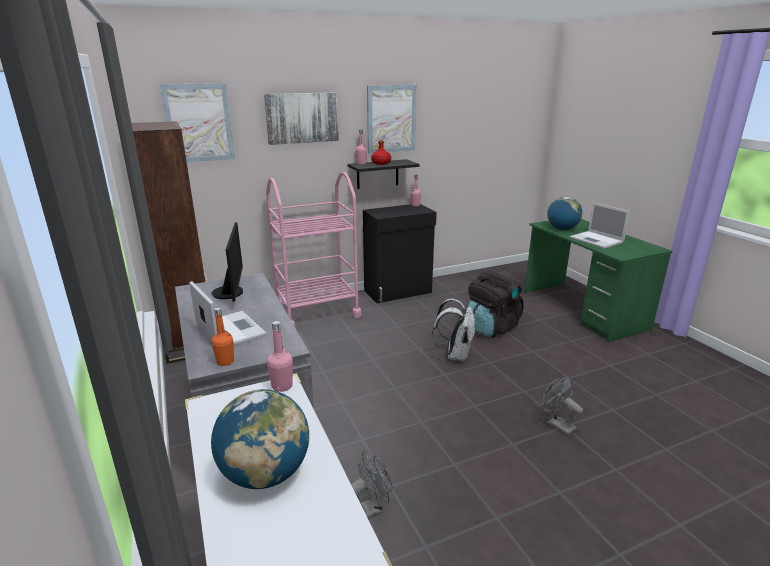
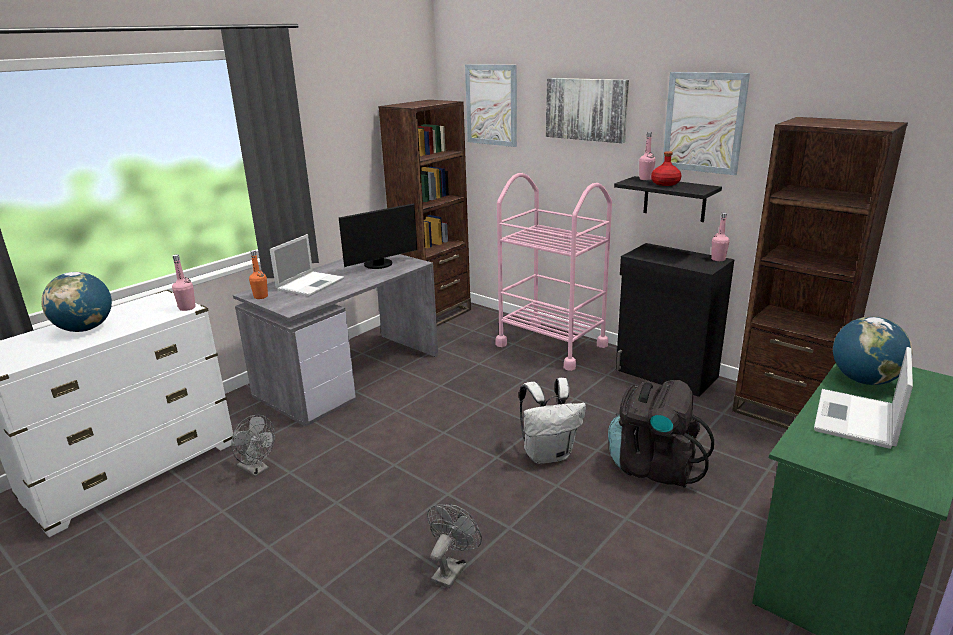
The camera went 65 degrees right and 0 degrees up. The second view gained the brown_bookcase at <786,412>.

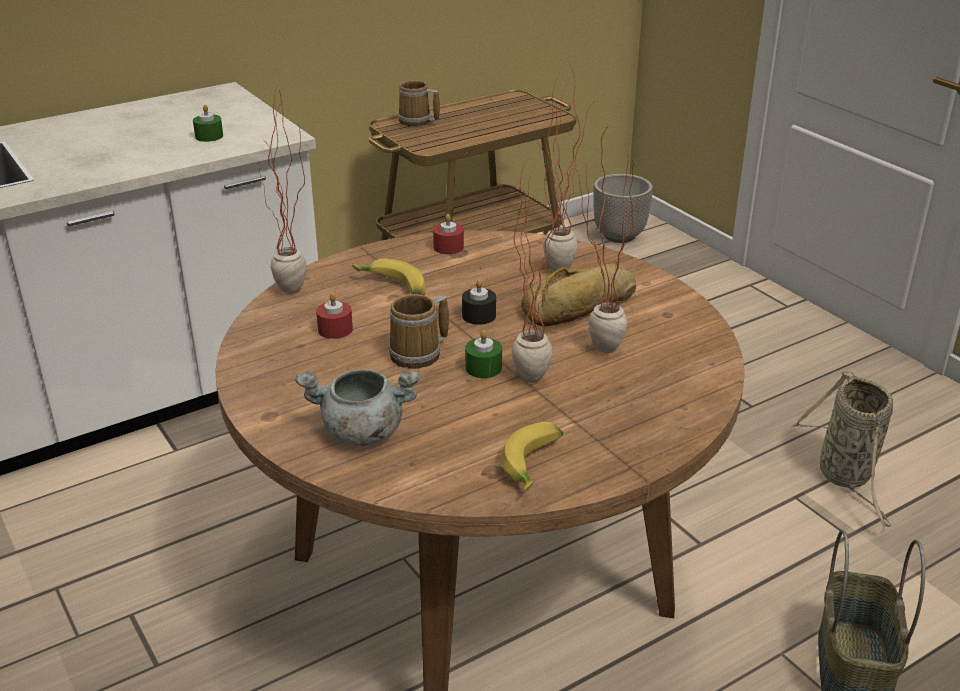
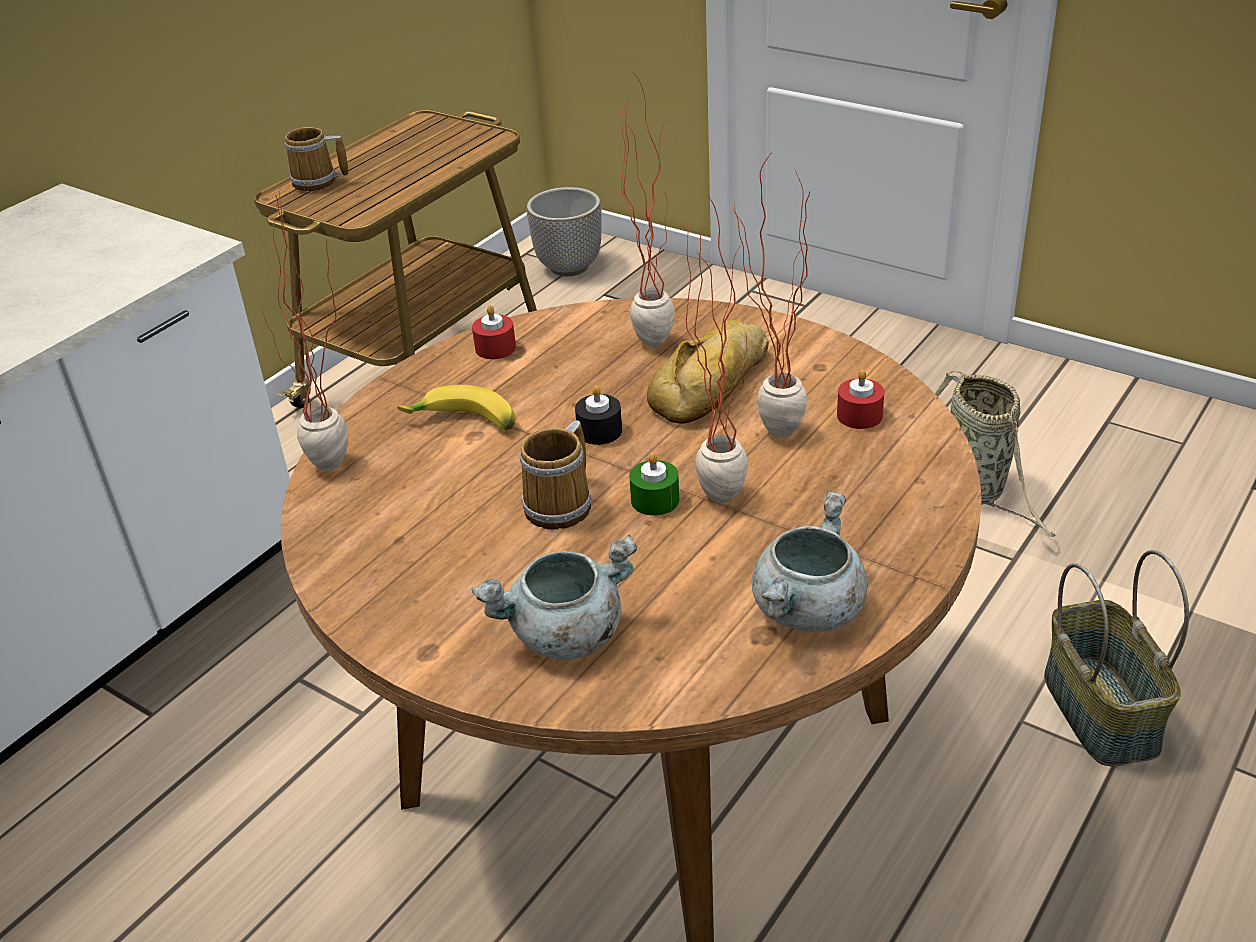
The camera went 20 degrees left and 5 degrees up. Where the banana stood at <535,466>, the grey_cooking_pot came to stand at <809,611>. The red_candle ended up elsewhere, having gone from <335,329> to <859,415>. The second view lost the green_candle at <209,136>.

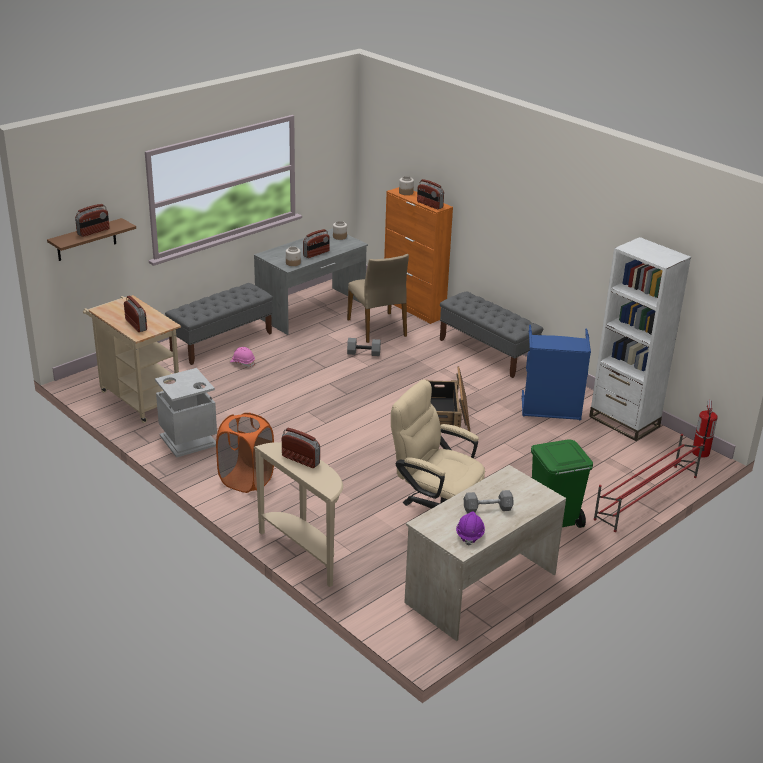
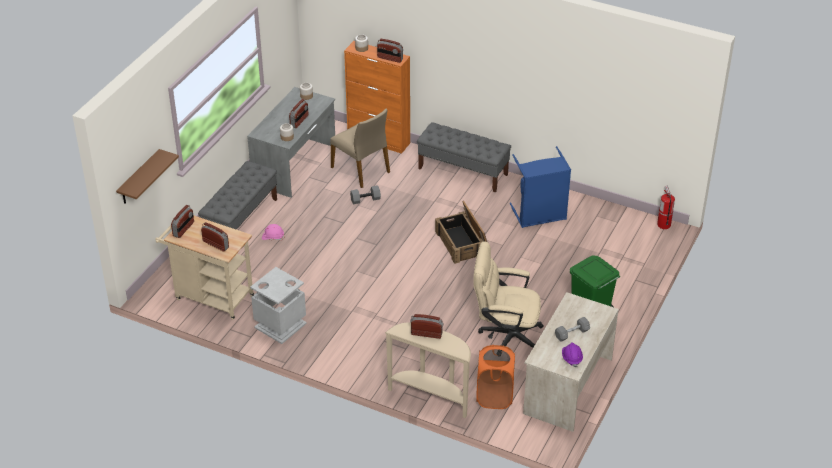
The camera went 20 degrees left and 10 degrees up. The radio ended up elsewhere, having gone from <93,232> to <183,229>. The orange_laundry_basket ended up elsewhere, having gone from <246,480> to <494,397>. The second view lost the white_bookcase at <624,422>. The second view lost the red_shoe_rack at <645,498>.

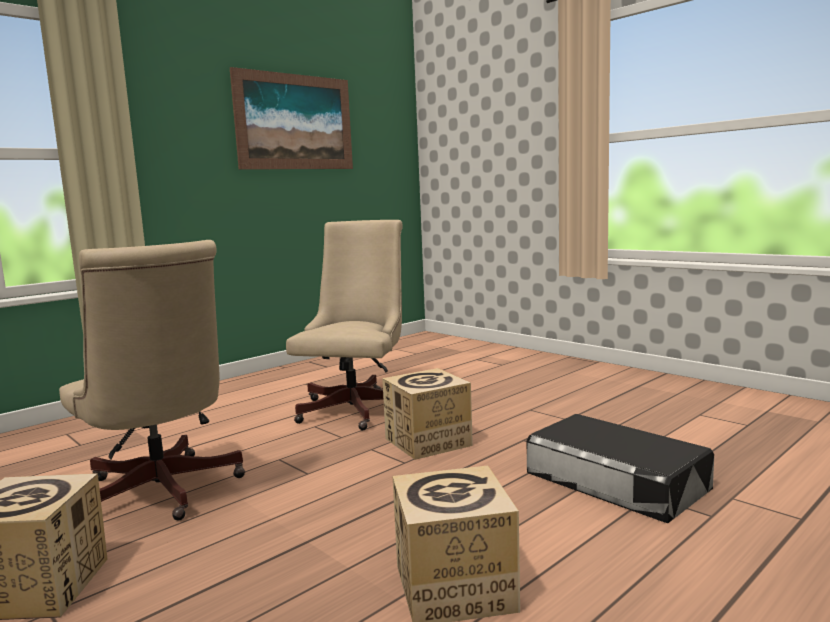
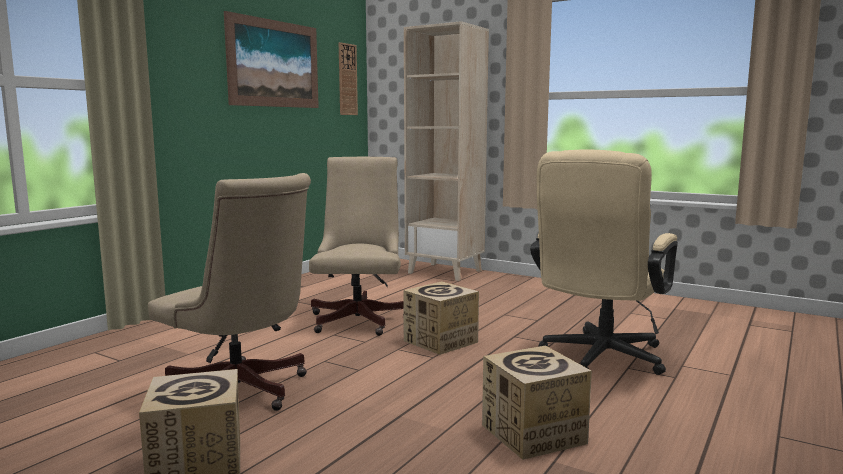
The camera went 15 degrees left and 0 degrees up. The second view gained the wall_clock at <347,79>. The second view gained the beige_bookcase at <445,272>. Where the black_storage_box stood at <615,480>, the beige_office_chair came to stand at <599,359>.

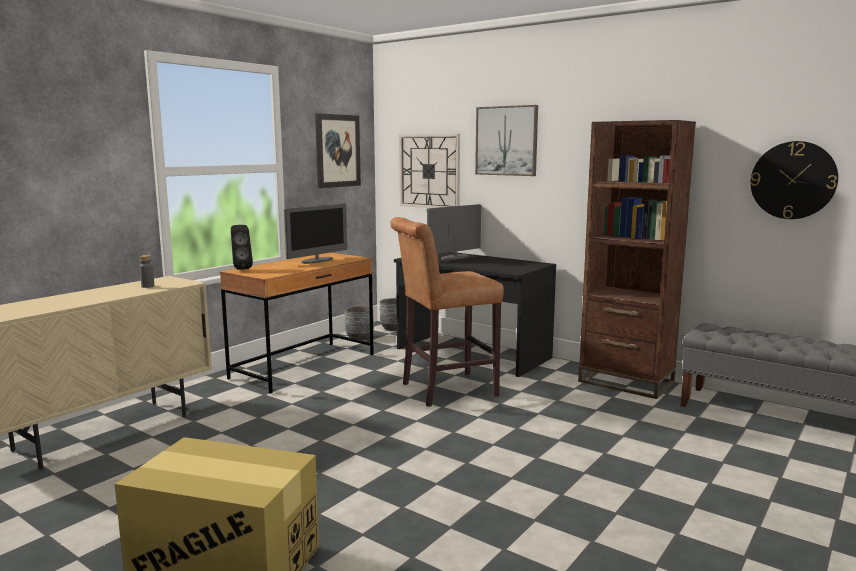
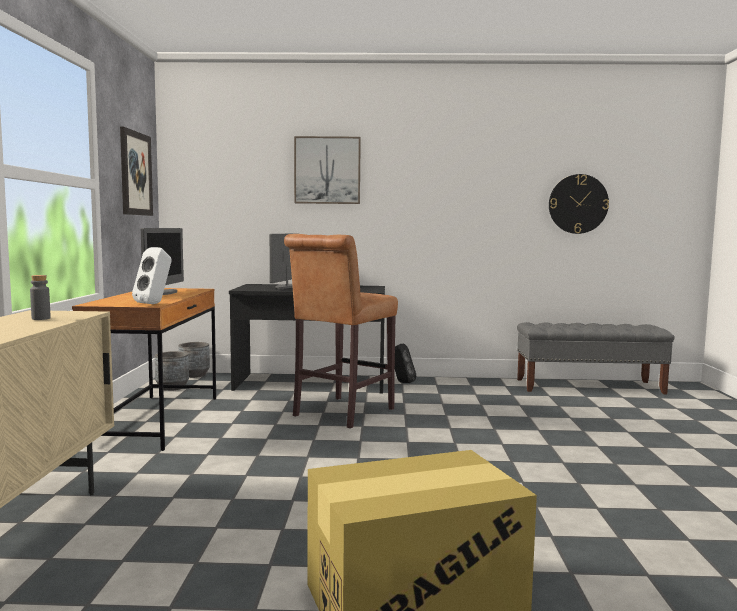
The camera went 35 degrees left and 5 degrees down. The second view gained the white_speaker at <155,303>. The black_speaker ended up elsewhere, having gone from <241,269> to <401,382>. The second view lost the wall_clock at <429,171>. The second view lost the brown_bookcase at <626,382>.

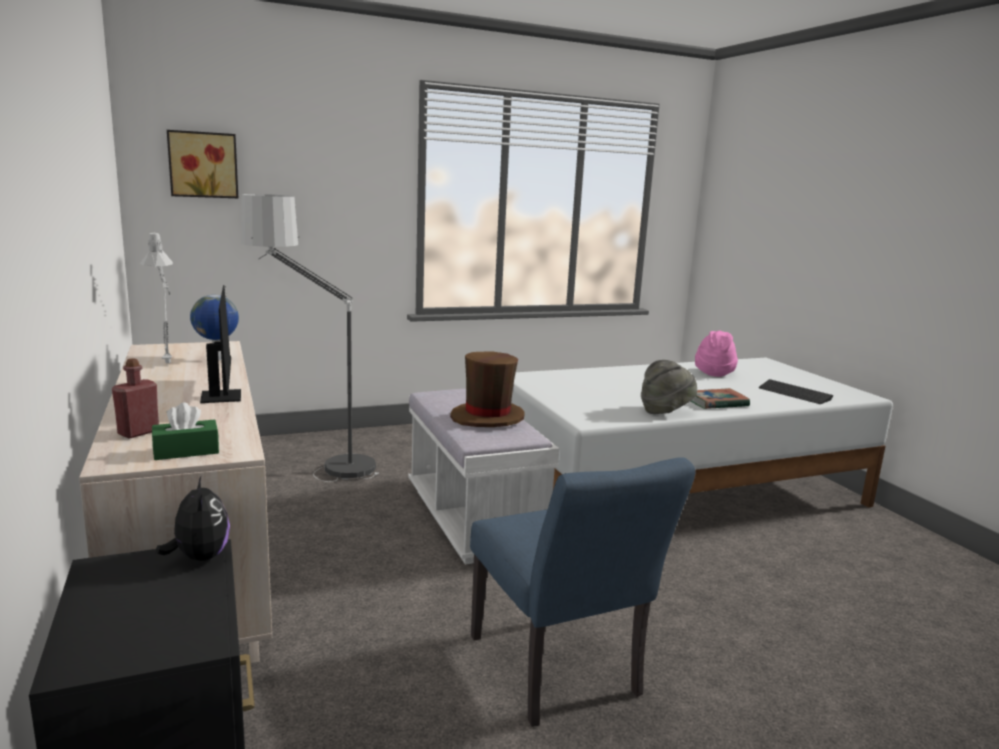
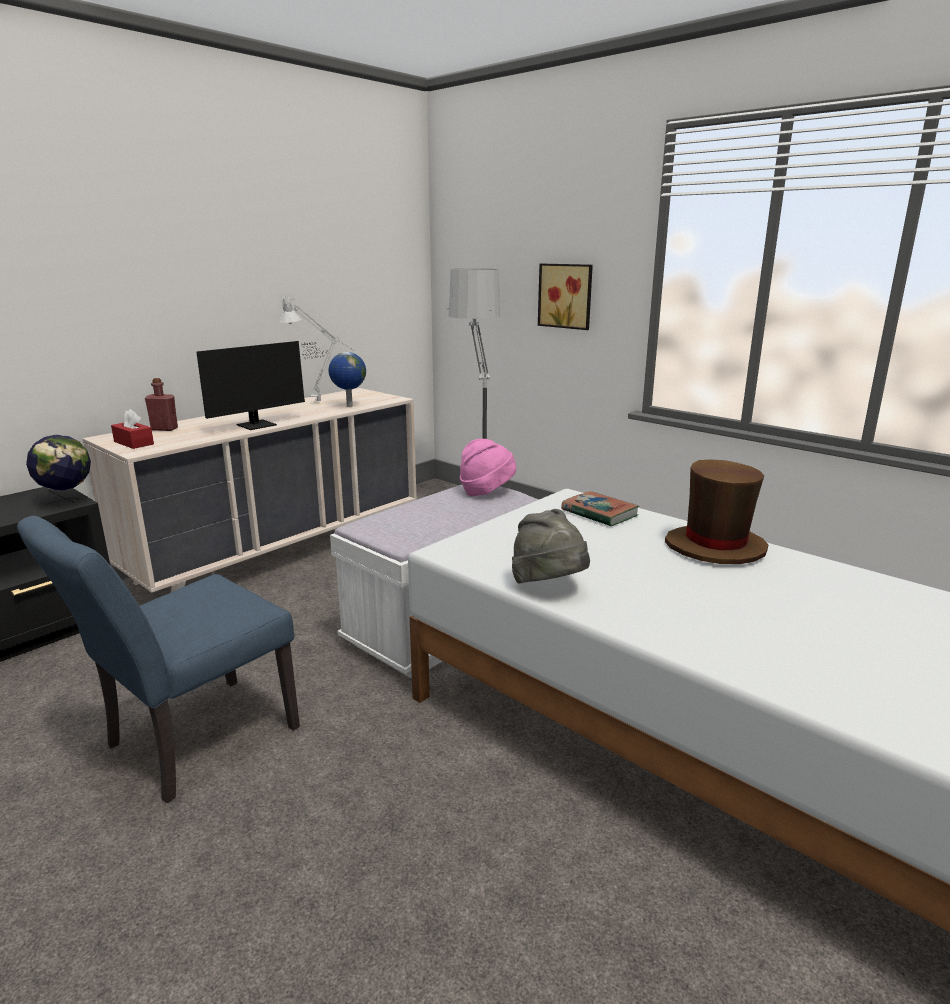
The camera went 65 degrees right and 5 degrees up. Where the plush_toy stood at <199,557>, the globe came to stand at <68,503>. What was the green_tissue_box at <186,451> turned into the red_tissue_box at <133,443>. The pink_hat ended up elsewhere, having gone from <714,372> to <487,492>. The picture ended up elsewhere, having gone from <203,165> to <566,296>. The book ended up elsewhere, having gone from <717,403> to <599,513>. The brown_hat ended up elsewhere, having gone from <487,417> to <714,547>. The second view lost the keyboard at <794,393>.

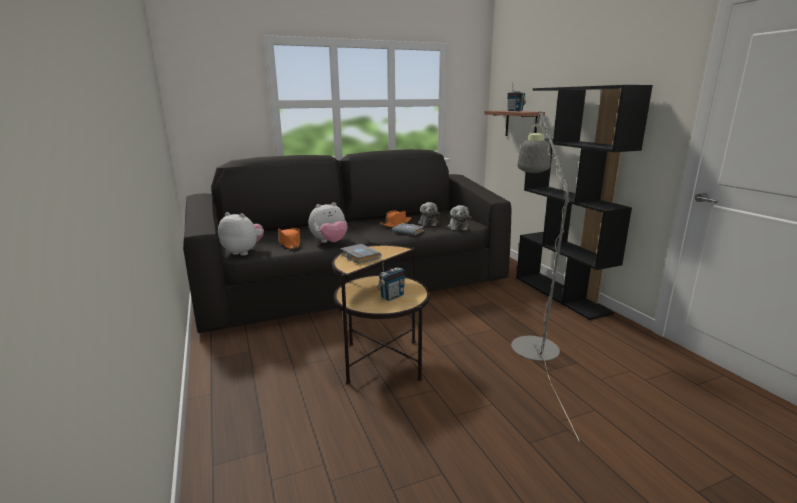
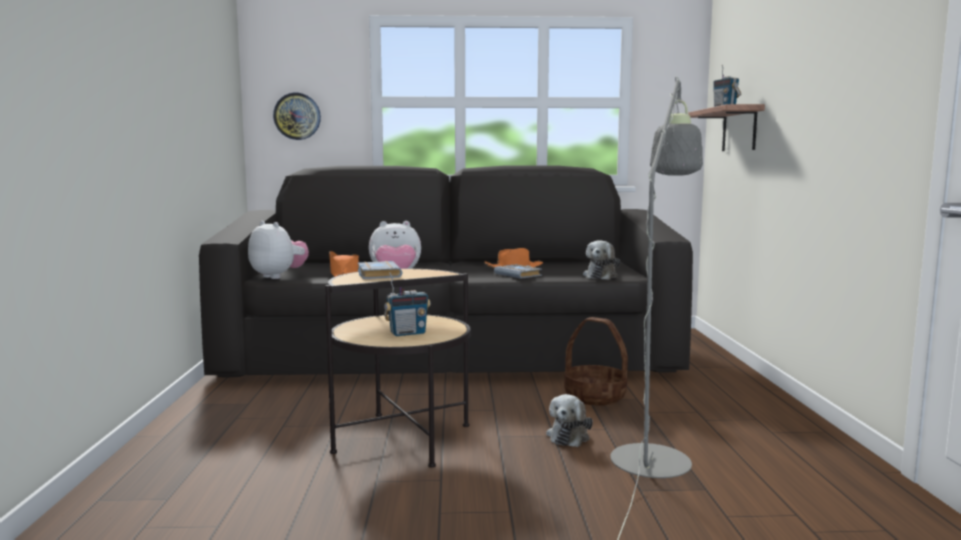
The camera went 20 degrees right and 10 degrees down. The second view gained the wall_clock at <297,116>. The plush_toy ended up elsewhere, having gone from <428,223> to <569,436>. The second view gained the basket at <595,396>. The second view lost the black_bookcase at <561,294>.

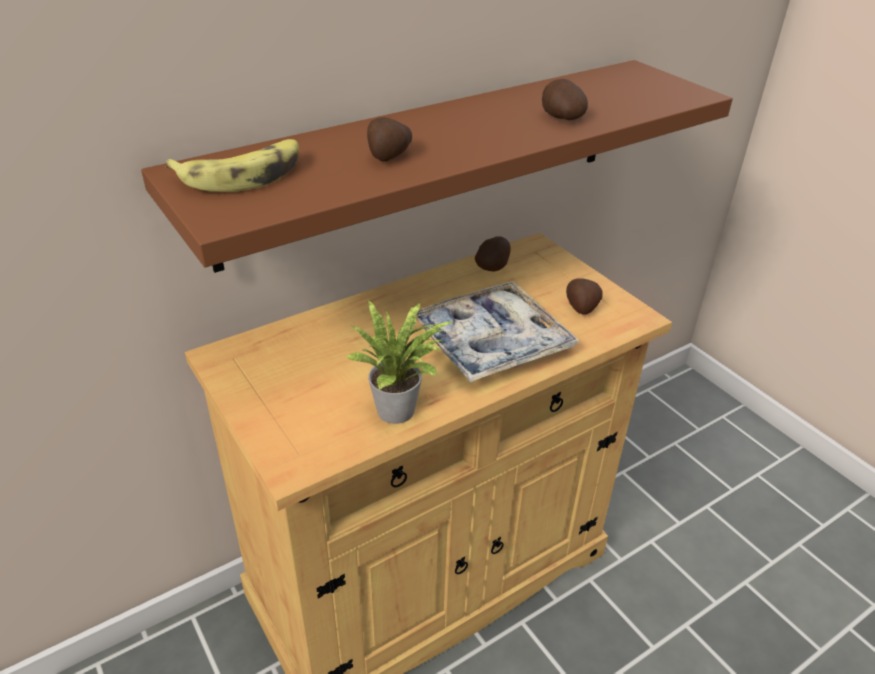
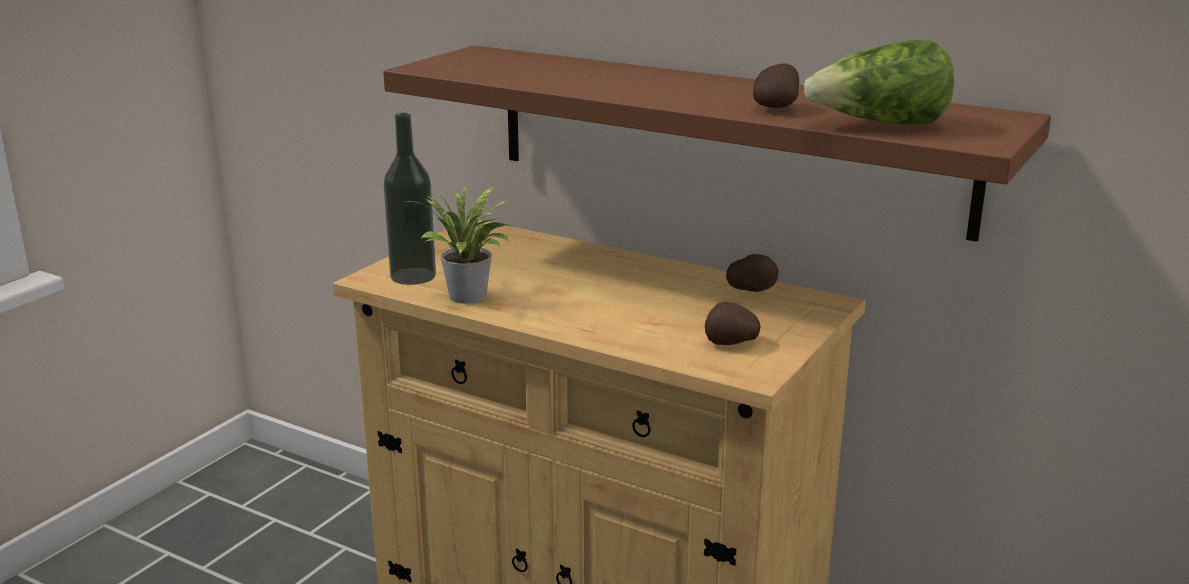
The camera went 65 degrees right and 15 degrees down. The second view gained the bottle at <413,276>. The second view gained the lettuce at <880,125>. The second view lost the banana at <243,175>. The second view lost the potato at <388,157>. The second view lost the tray at <491,342>.

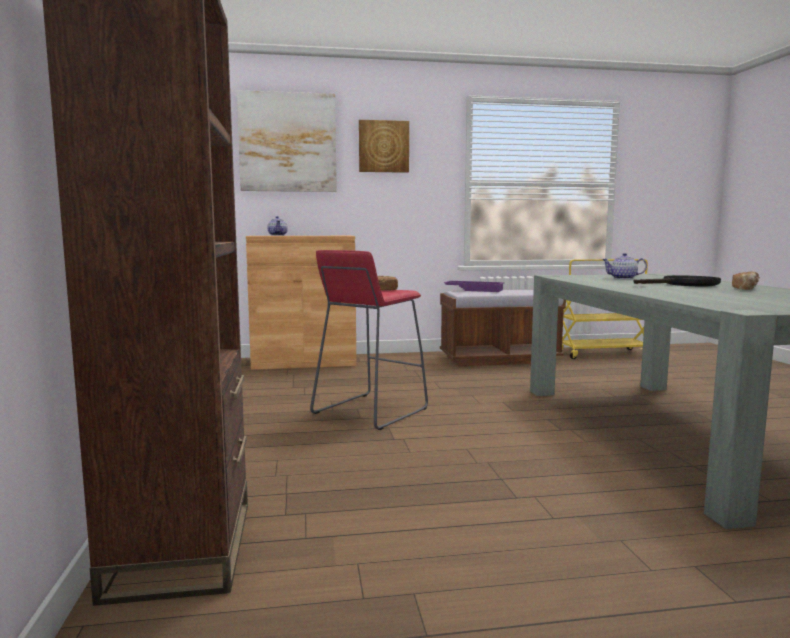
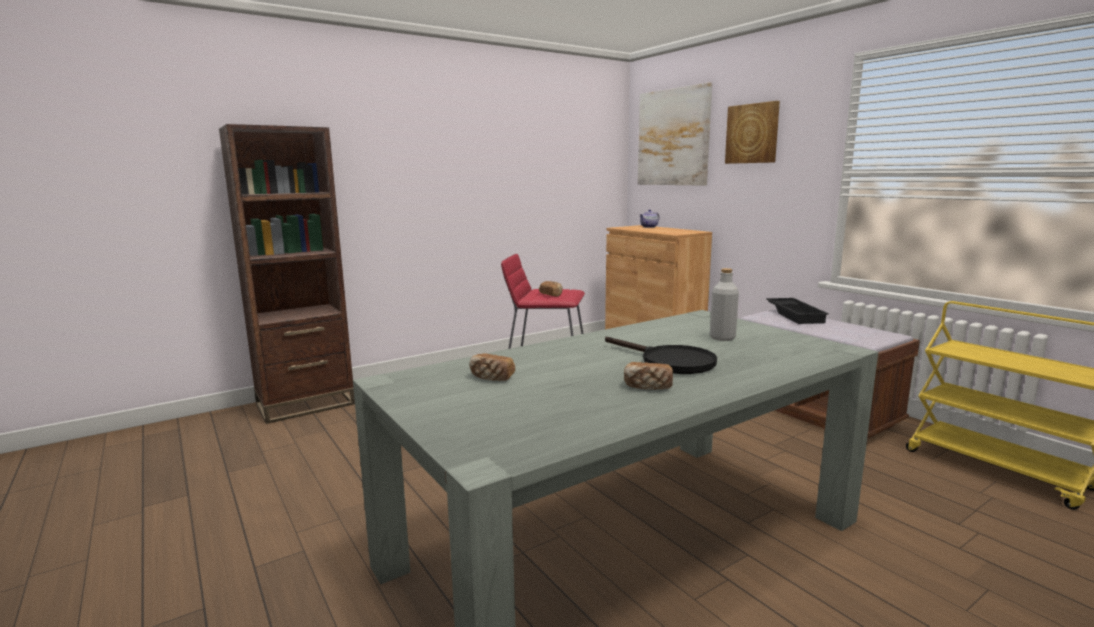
The camera went 65 degrees right and 5 degrees up. The second view gained the bread at <491,378>. Where the teapot stood at <623,278>, the grey_bottle came to stand at <722,338>. What was the purple_tray at <474,290> turned into the black_tray at <796,315>.

